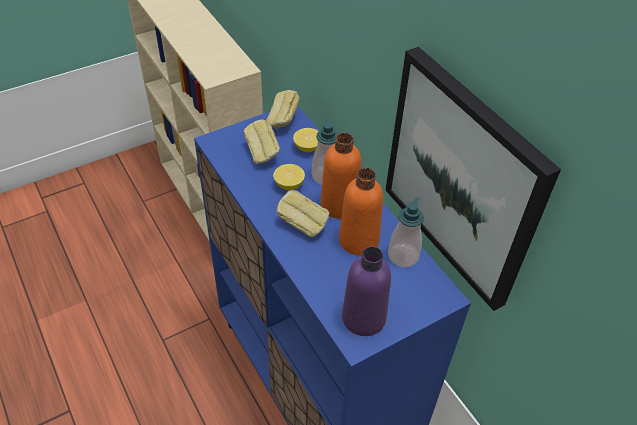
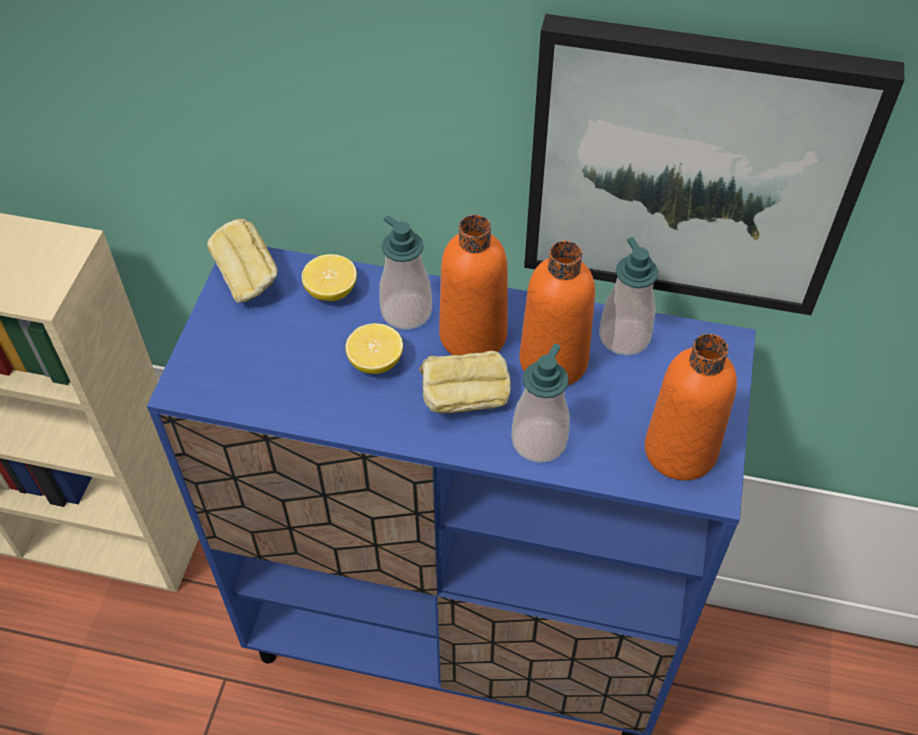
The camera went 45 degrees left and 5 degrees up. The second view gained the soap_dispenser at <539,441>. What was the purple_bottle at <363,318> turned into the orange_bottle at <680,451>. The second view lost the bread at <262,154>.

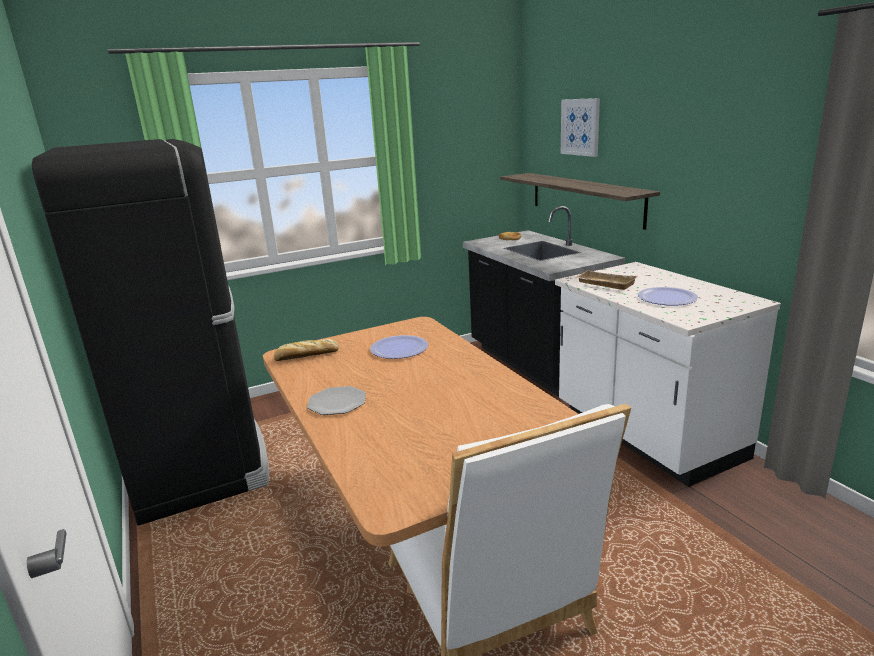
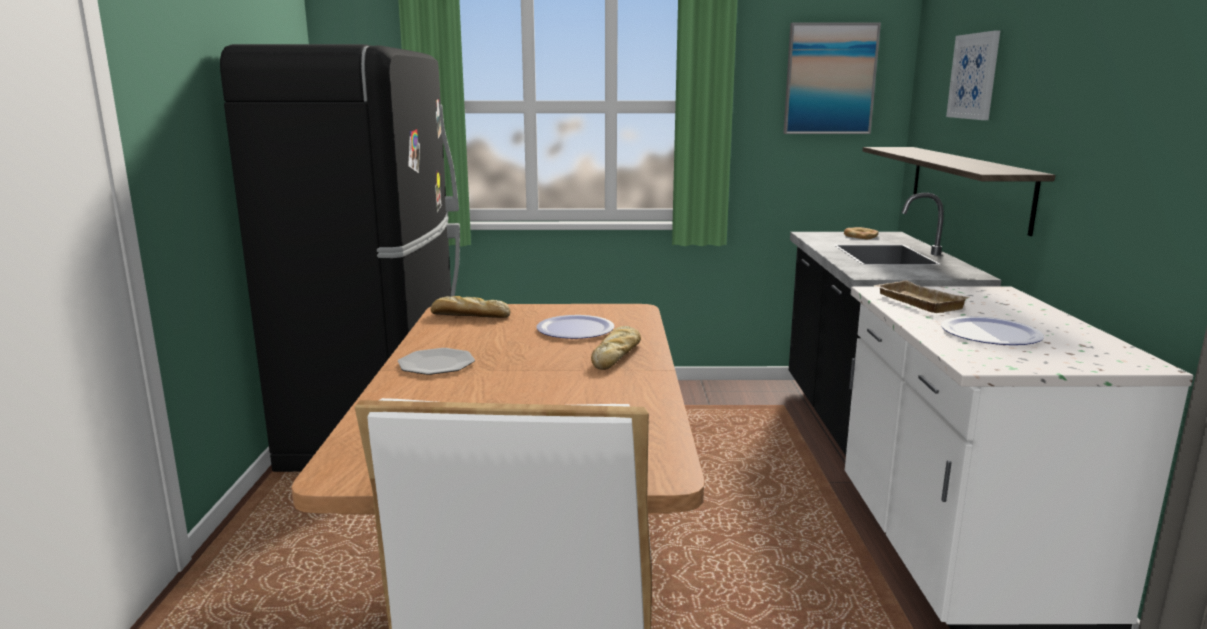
The camera went 25 degrees right and 5 degrees down. The second view gained the bread at <617,354>. The second view gained the picture at <830,79>.

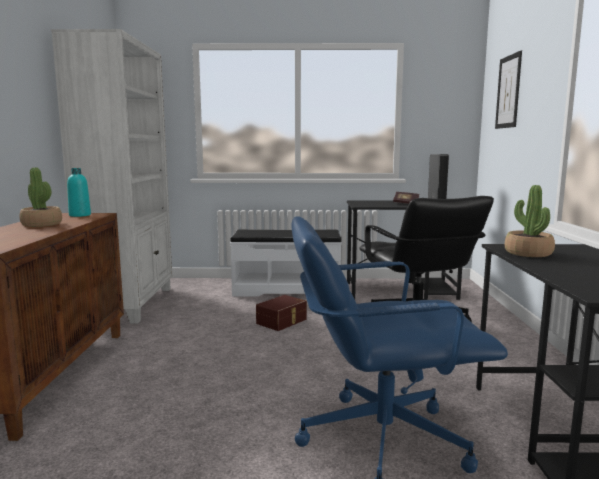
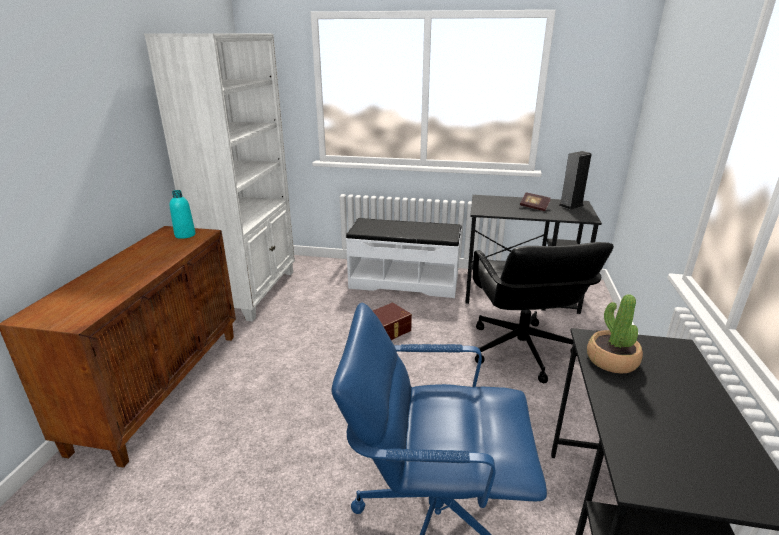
The camera went 10 degrees right and 15 degrees up. The second view lost the potted_plant at <42,224>. The second view lost the picture at <508,92>.

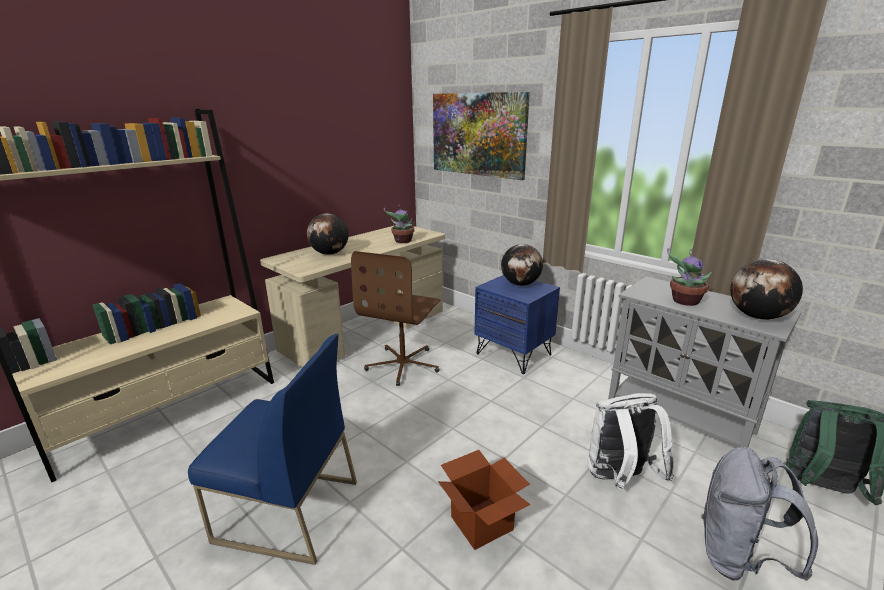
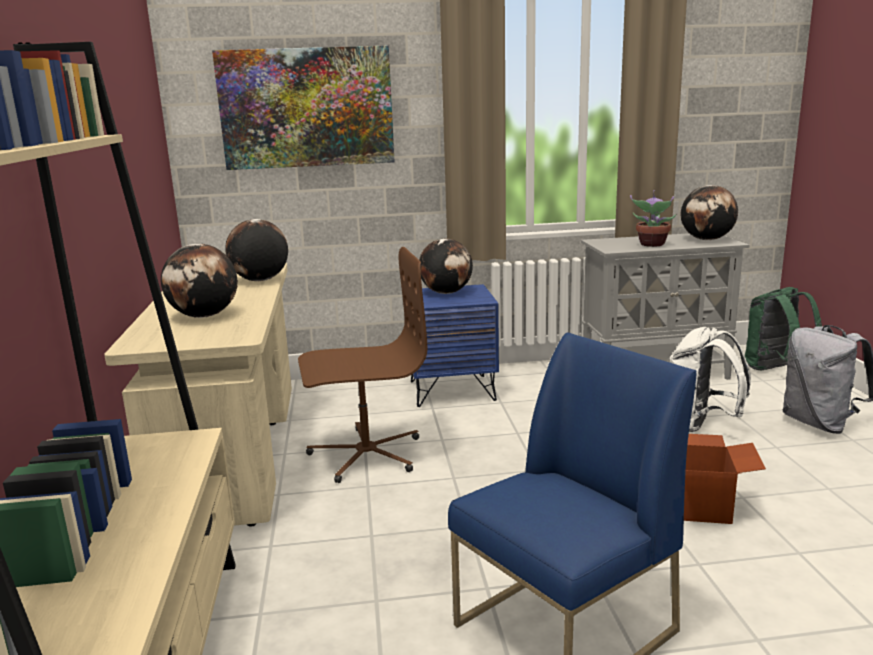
The camera went 50 degrees left and 5 degrees down. Where the potted_plant stood at <402,241>, the globe came to stand at <260,280>. The brown_office_chair at <404,365> ended up facing another way, 75 degrees counterclockwise from before.

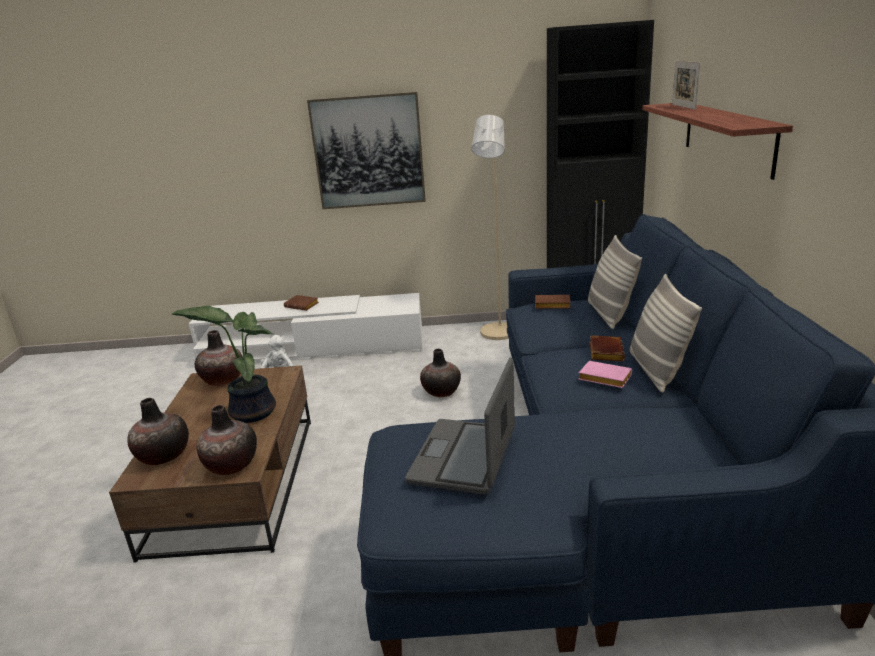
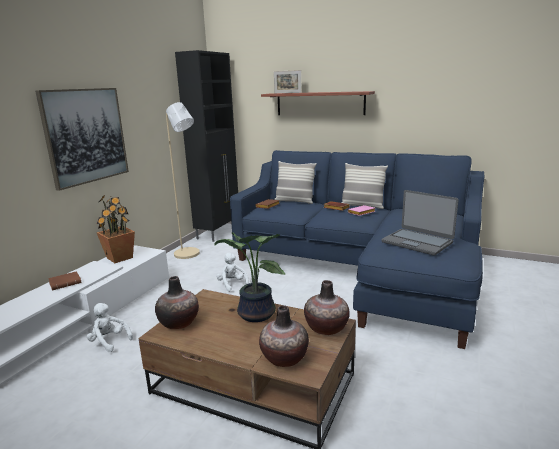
The camera went 65 degrees left and 5 degrees down. The second view gained the potted_plant at <120,258>. Where the vase stood at <441,391>, the white_plush_toy came to stand at <232,284>.

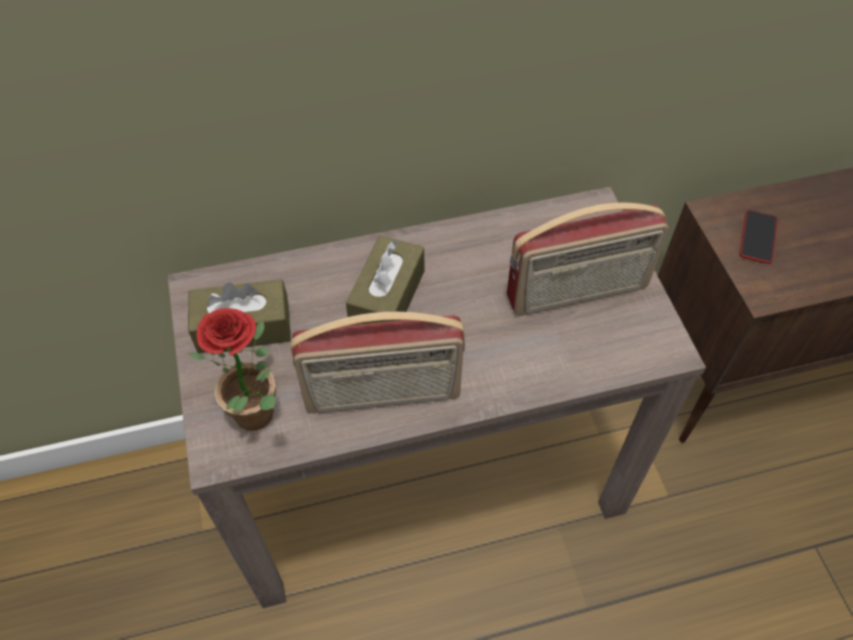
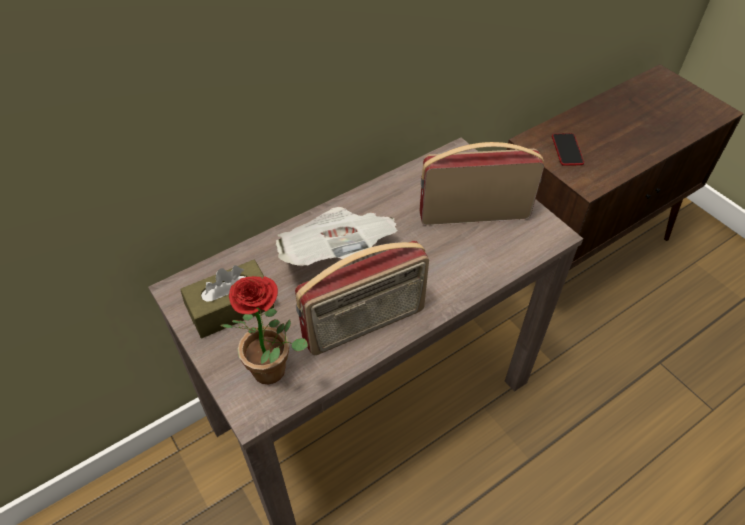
The camera went 20 degrees left and 5 degrees down. Where the brown_tissue_box stood at <387,298>, the newspaper came to stand at <336,255>. The radio at <577,294> ended up facing another way, 150 degrees counterclockwise from before.

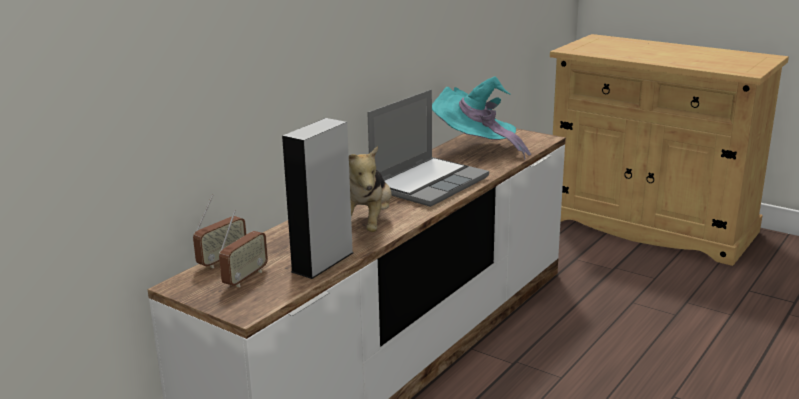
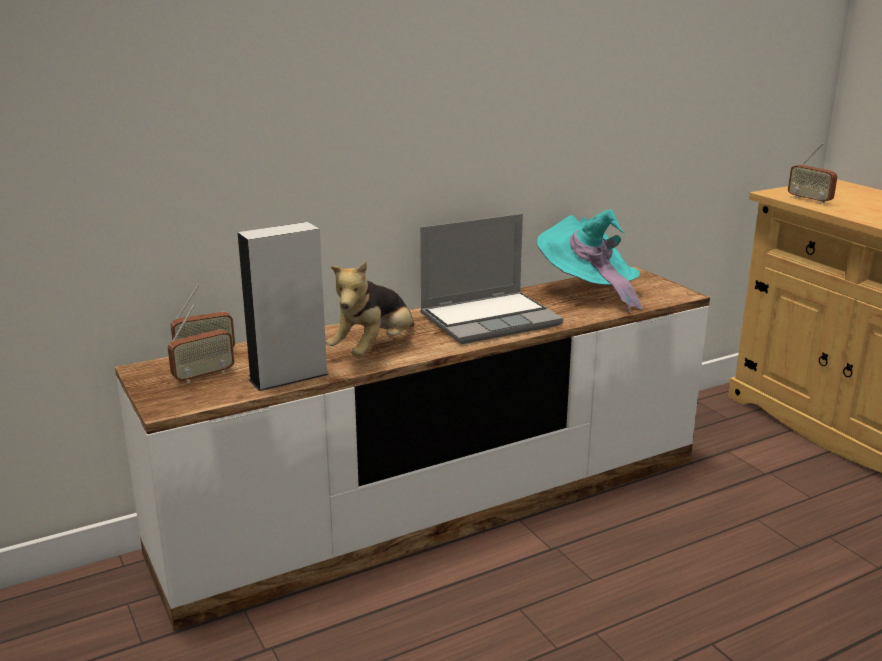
The camera went 25 degrees right and 0 degrees up. The second view gained the radio at <809,200>.

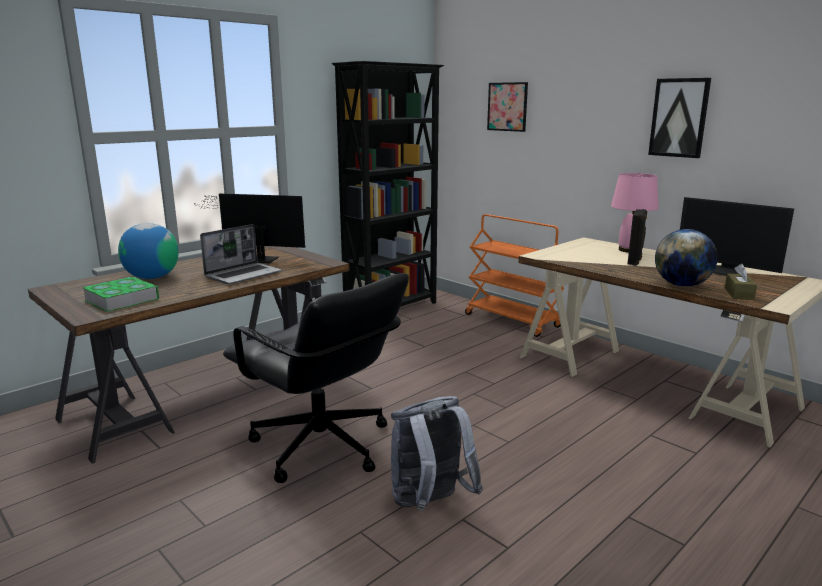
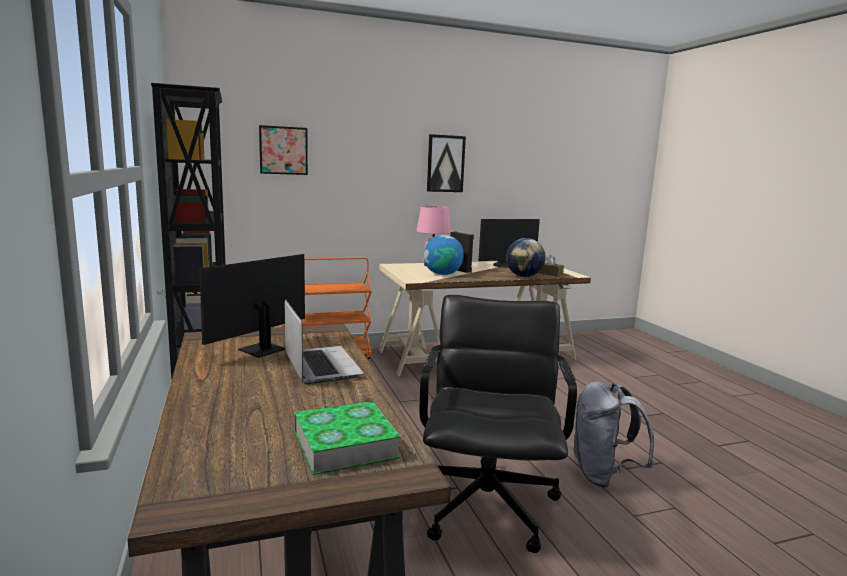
The camera went 65 degrees left and 5 degrees down. The black_office_chair at <321,447> ended up facing another way, 60 degrees counterclockwise from before. The globe ended up elsewhere, having gone from <152,277> to <442,274>.

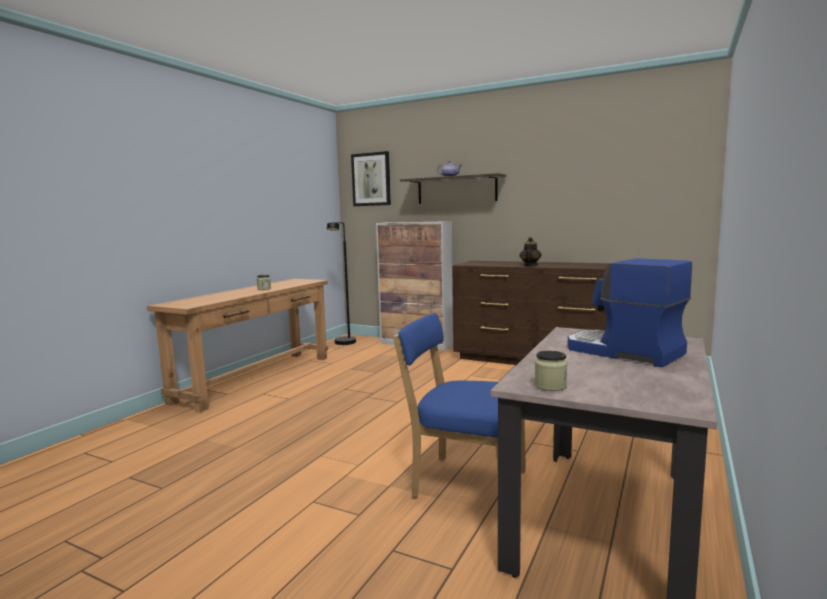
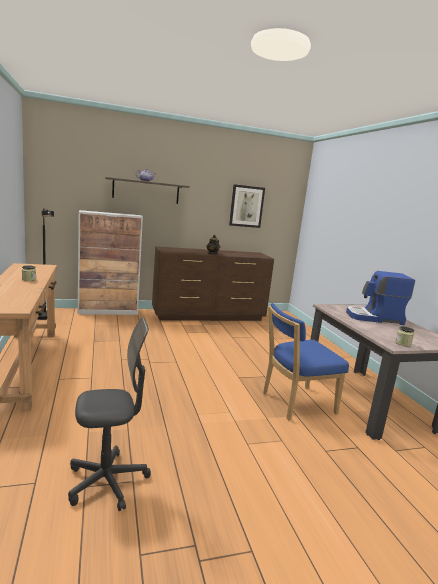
The camera went 45 degrees left and 5 degrees up. The second view gained the grey_office_chair at <107,481>. The picture ended up elsewhere, having gone from <371,179> to <246,206>.

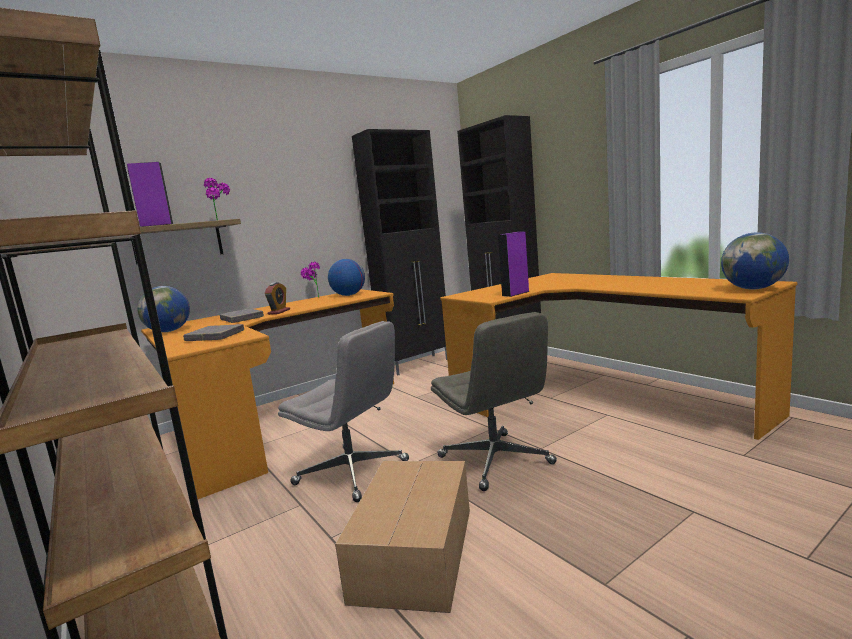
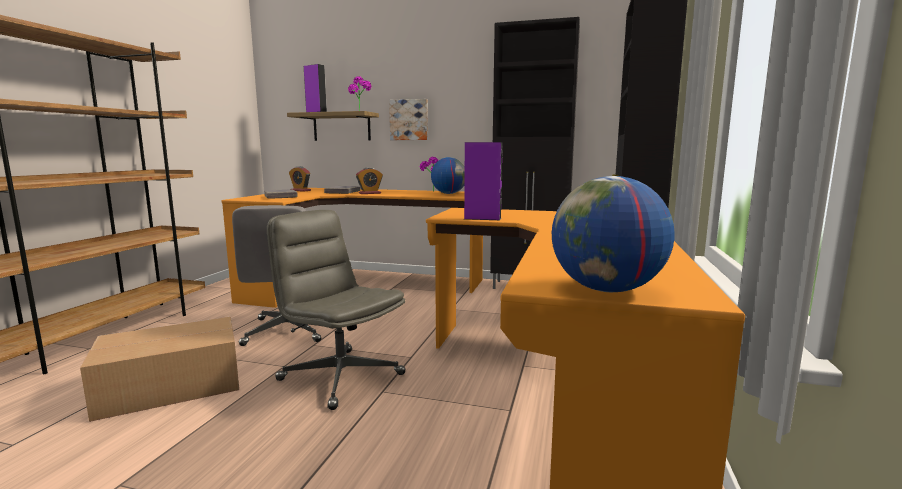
The camera went 50 degrees right and 0 degrees up. The grey_office_chair at <496,461> ended up facing another way, 105 degrees clockwise from before. Where the globe stood at <169,331>, the alarm_clock came to stand at <300,190>. The second view gained the picture at <409,120>.

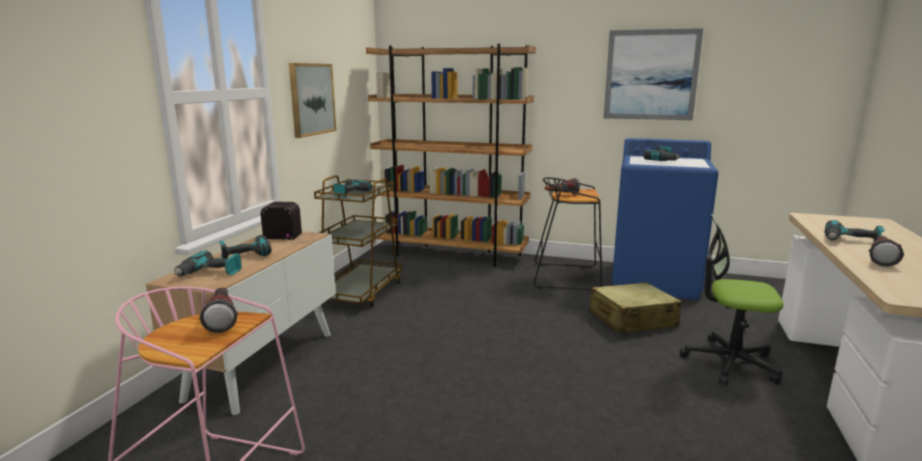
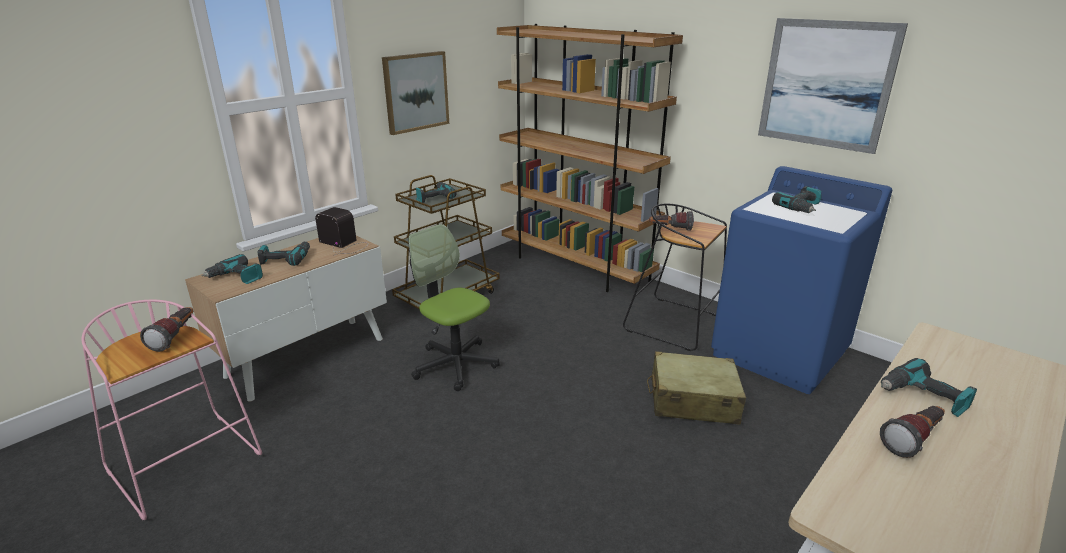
The camera went 25 degrees right and 10 degrees up. The office_chair ended up elsewhere, having gone from <729,362> to <455,364>.

